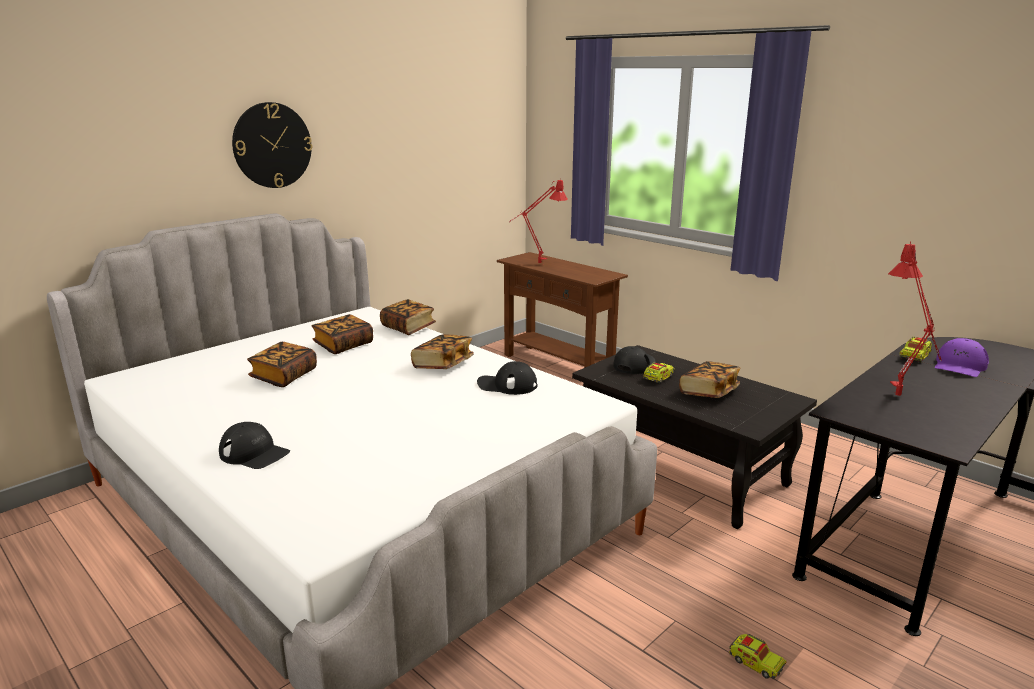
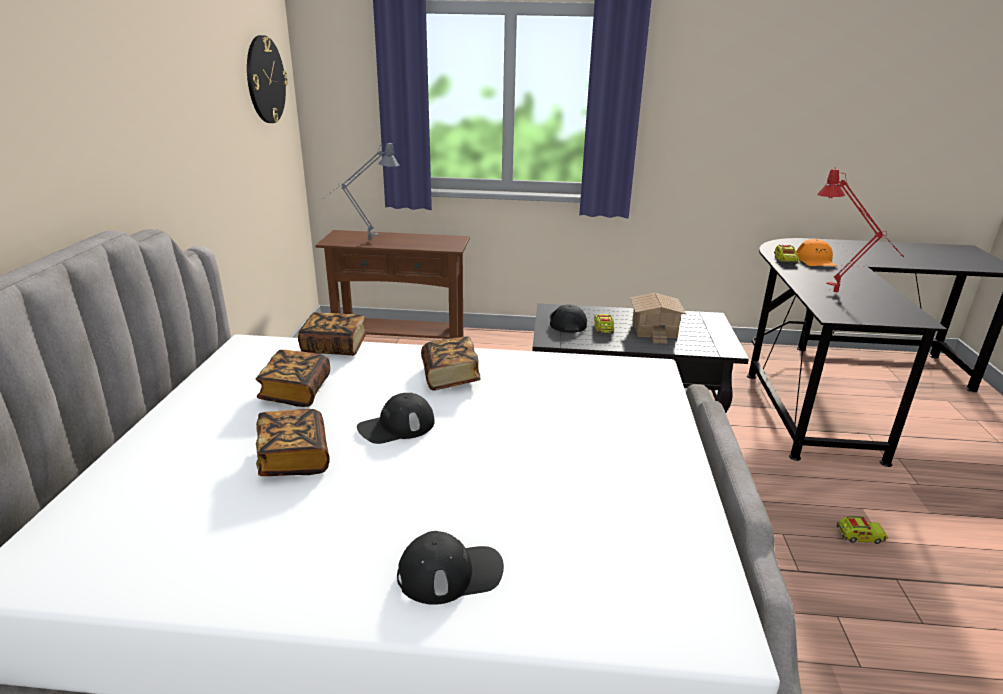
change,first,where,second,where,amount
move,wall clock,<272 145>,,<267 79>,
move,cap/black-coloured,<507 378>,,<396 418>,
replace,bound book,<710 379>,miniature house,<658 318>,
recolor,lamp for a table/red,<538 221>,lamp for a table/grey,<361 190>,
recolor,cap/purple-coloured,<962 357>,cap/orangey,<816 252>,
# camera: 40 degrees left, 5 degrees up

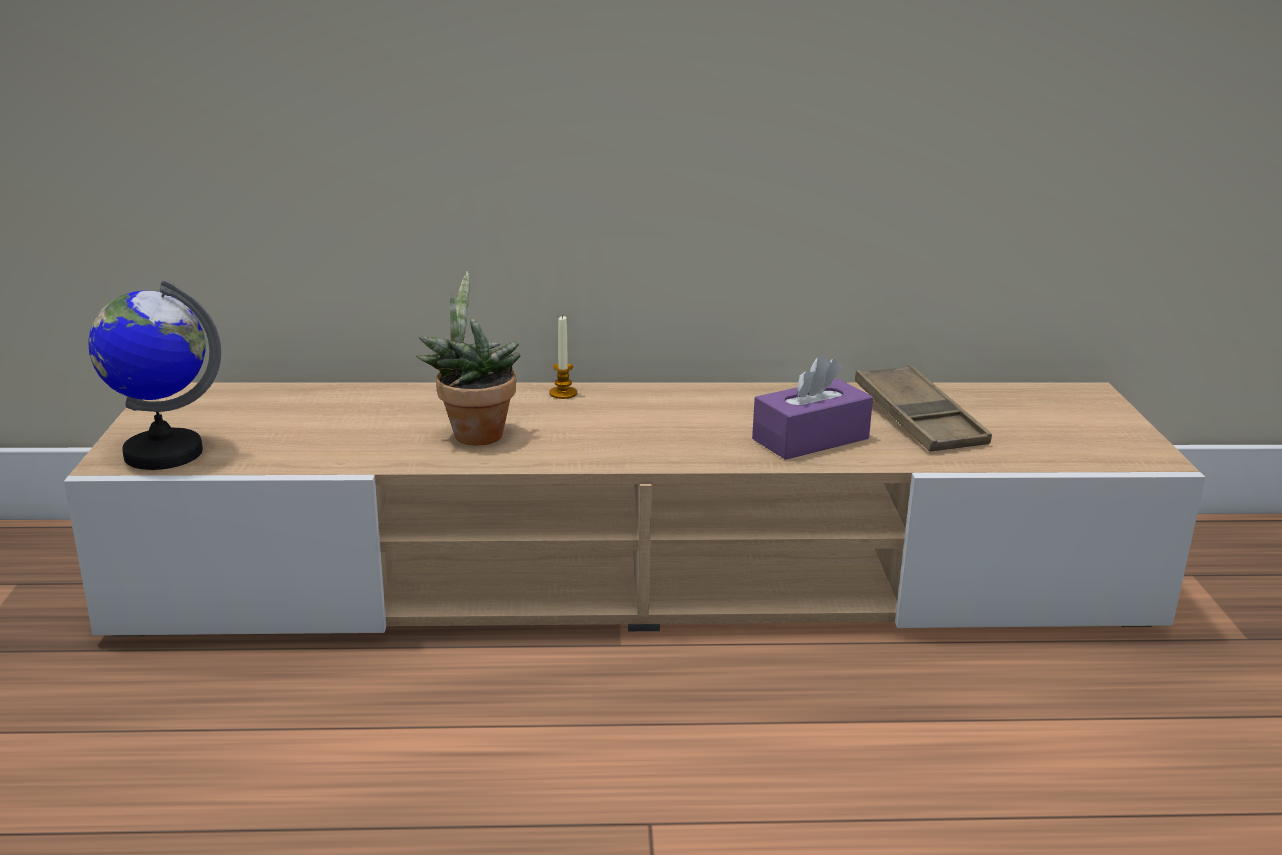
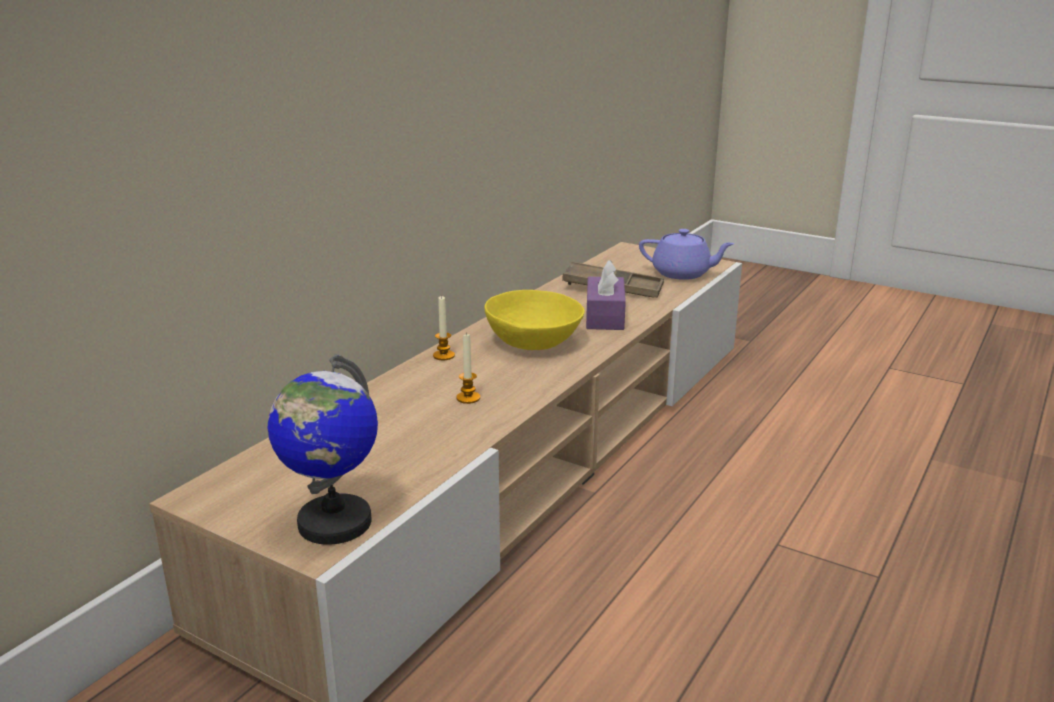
change,first,where,second,where,amount
insert,,,serving bowl/yellow,<534 320>,
insert,,,tea pot/purple-coloured,<687 254>,
replace,houseplant,<468 358>,wax candle,<468 368>,
# camera: 55 degrees left, 0 degrees up

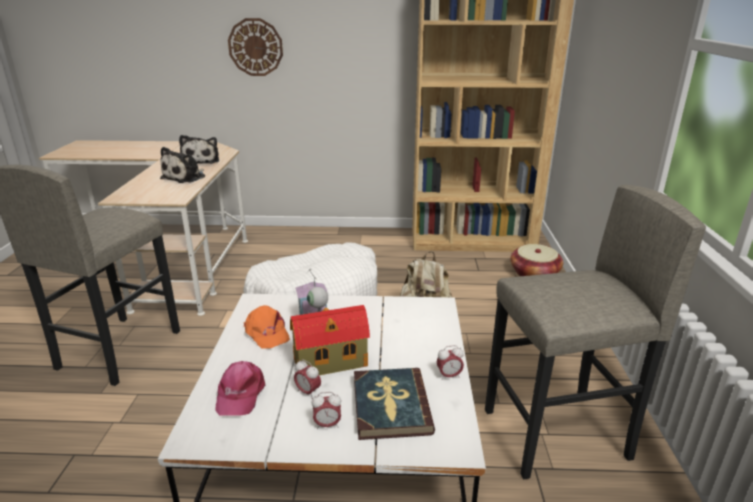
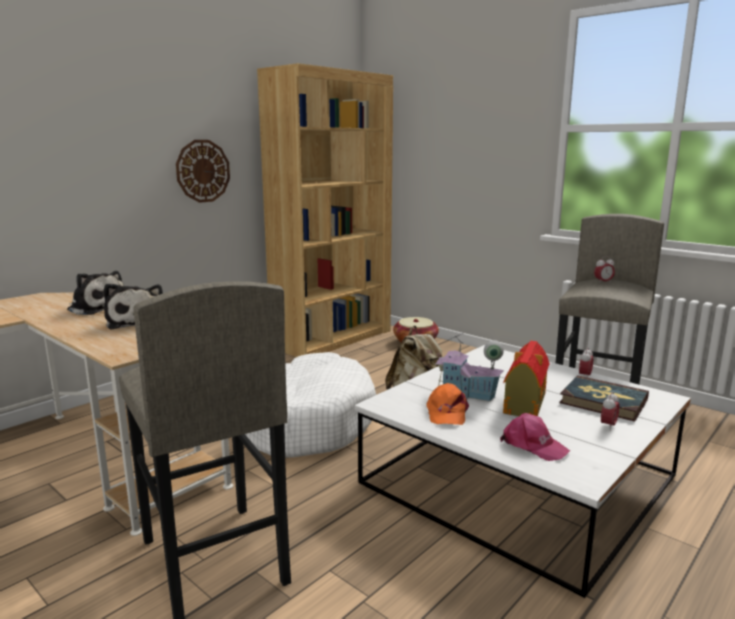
change,first,where,second,where,amount
move,wall clock,<255 47>,,<203 171>,
move,bedside clock,<307 379>,,<604 270>,
rotate,cap/orangey,<267 327>,,<447 404>,90 degrees clockwise
# camera: 50 degrees left, 10 degrees down

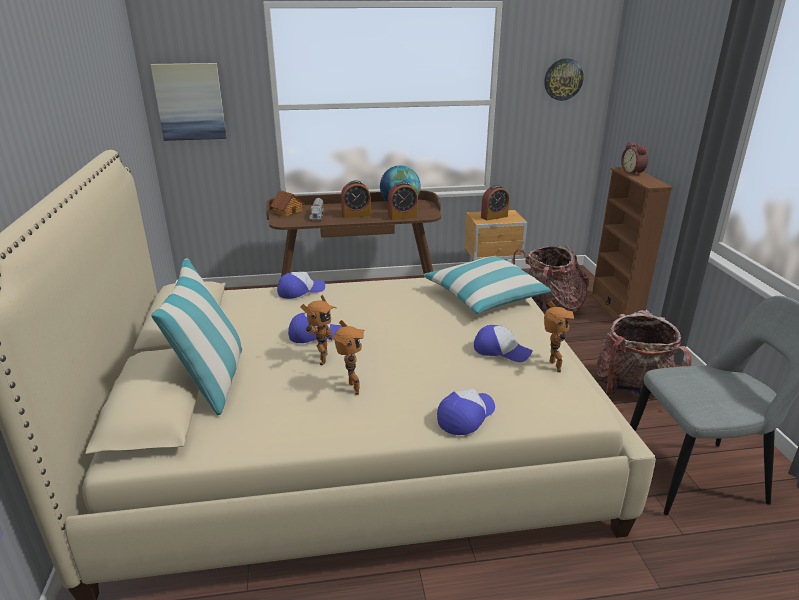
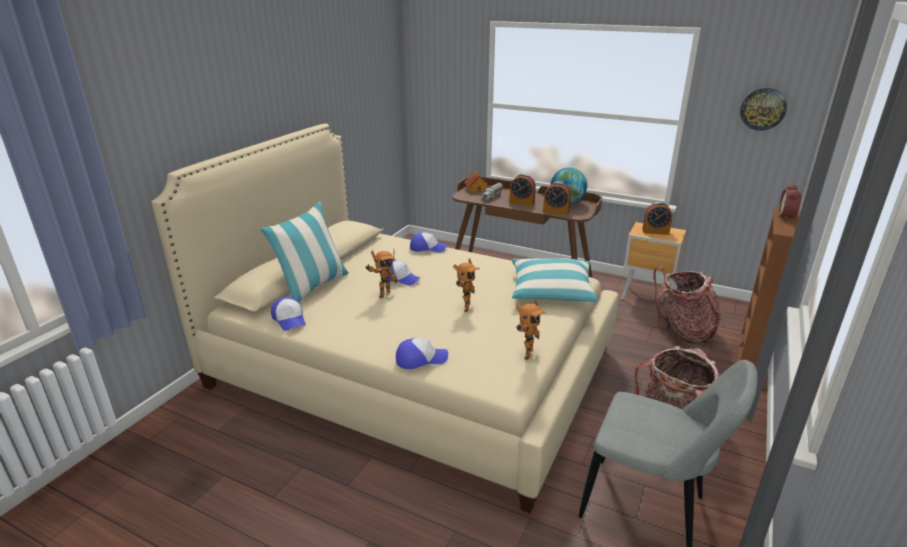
change,first,where,second,where,amount
delete,wall picture,<188 102>,,,
move,toy robot,<348 357>,,<466 285>,
move,cap,<503 343>,,<288 314>,
# camera: 35 degrees right, 0 degrees up

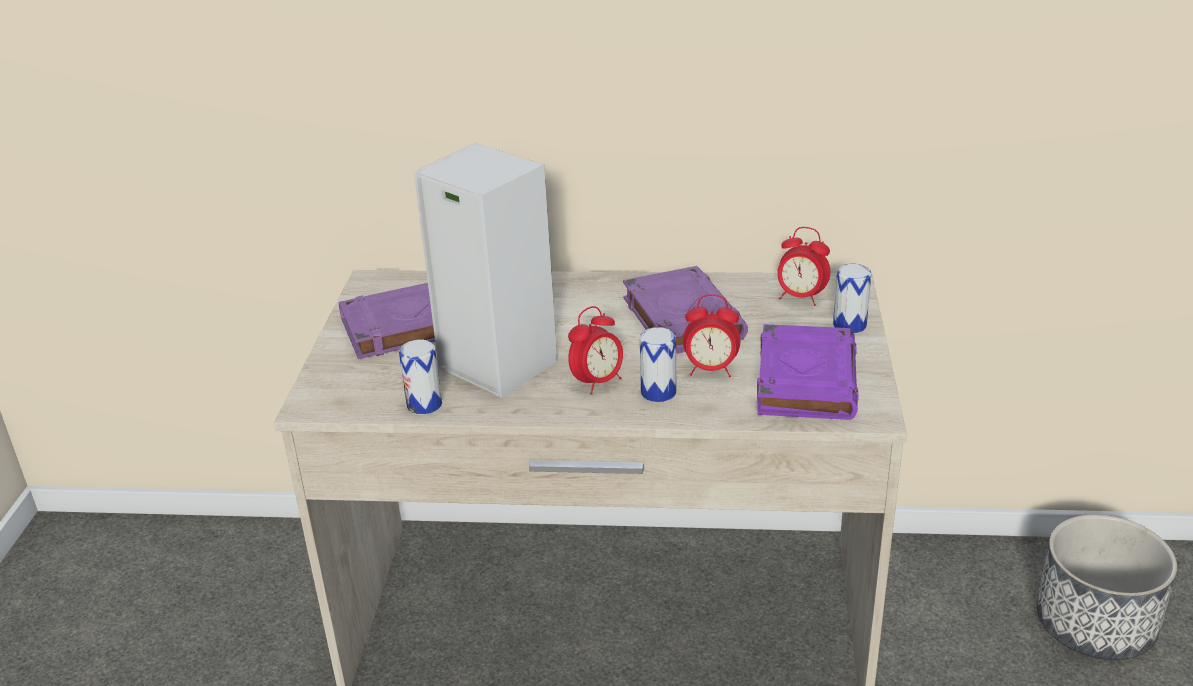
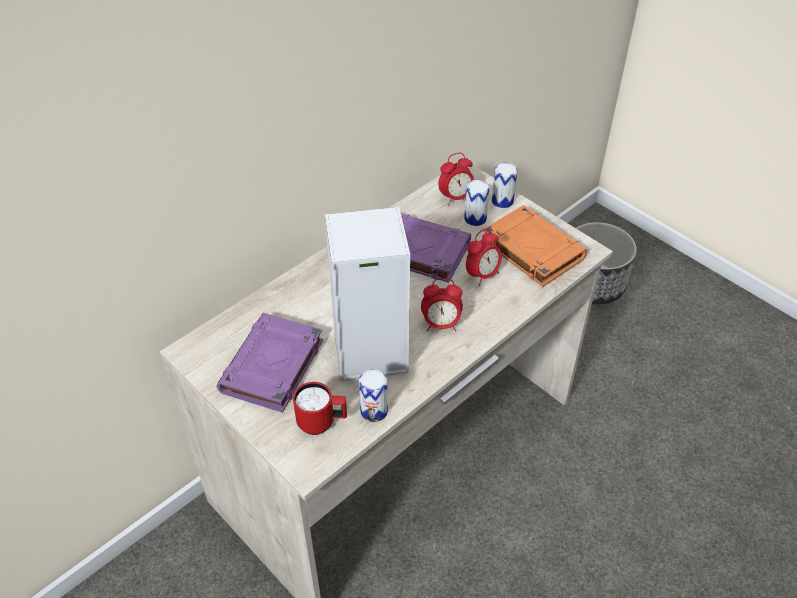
change,first,where,second,where,amount
insert,,,mug/red,<320 408>,
move,can,<658 364>,,<477 203>,
recolor,bound book/purple-coloured,<808 372>,bound book/orangey,<535 246>,
rotate,bedside clock,<595 350>,,<442 304>,90 degrees clockwise
# camera: 50 degrees left, 15 degrees up

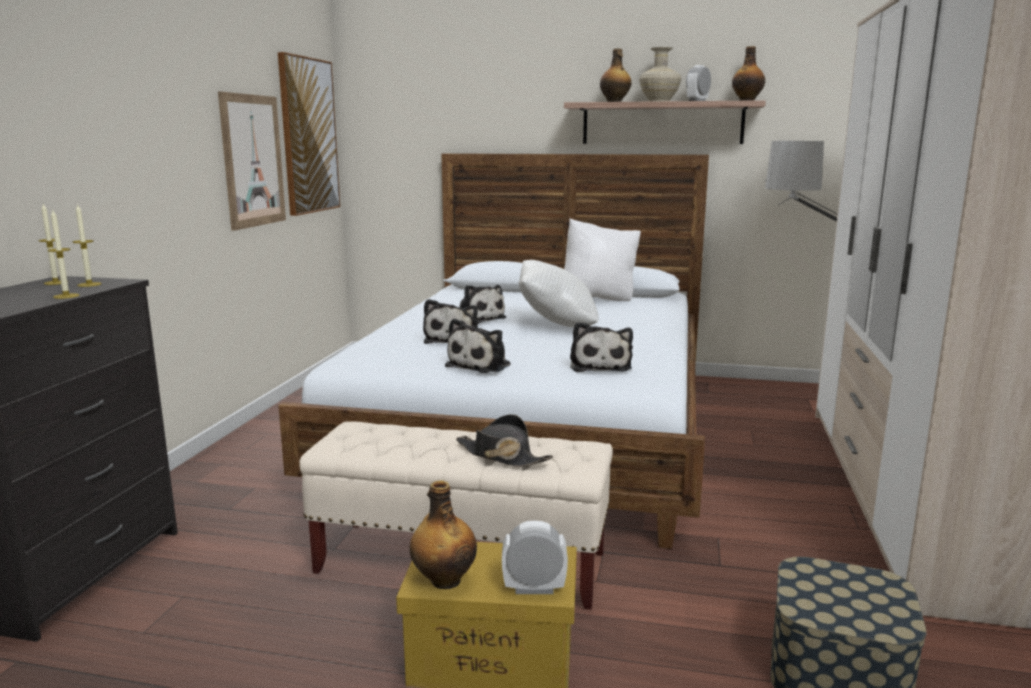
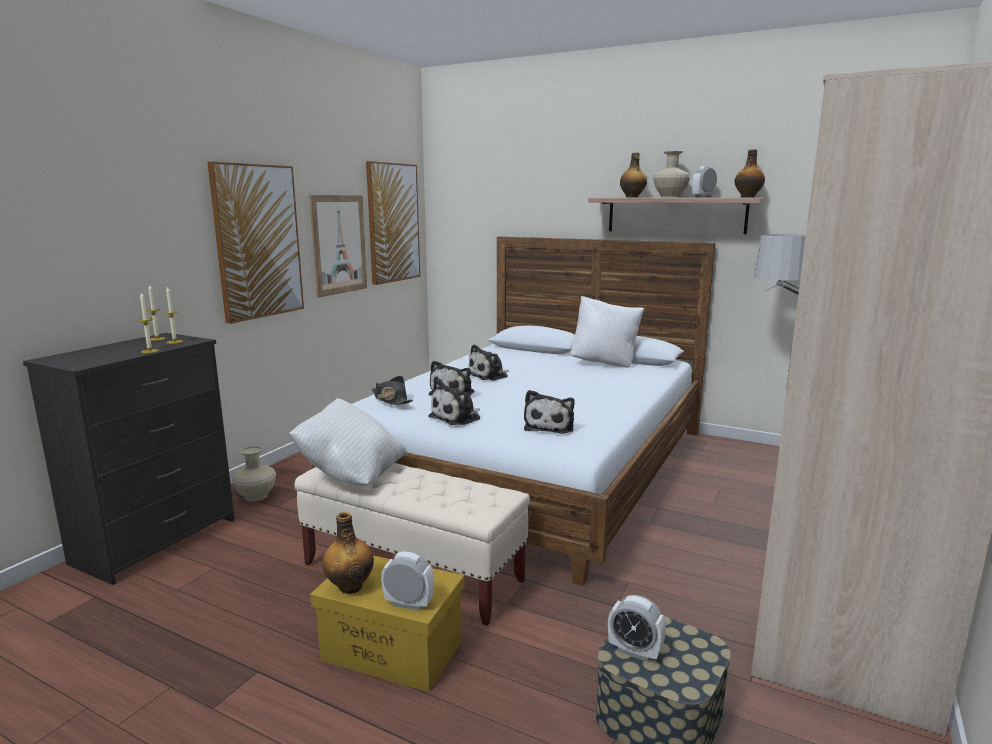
change,first,where,second,where,amount
insert,,,wall picture,<255 243>,
insert,,,flower vase/beige,<254 474>,
insert,,,bedside clock,<637 628>,
move,wearable hat/black-coloured,<504 440>,,<392 390>,
move,cushion/white-coloured,<559 293>,,<348 442>,
rotate,cuddly toy,<482 304>,,<489 362>,75 degrees clockwise
# camera: 15 degrees right, 0 degrees up

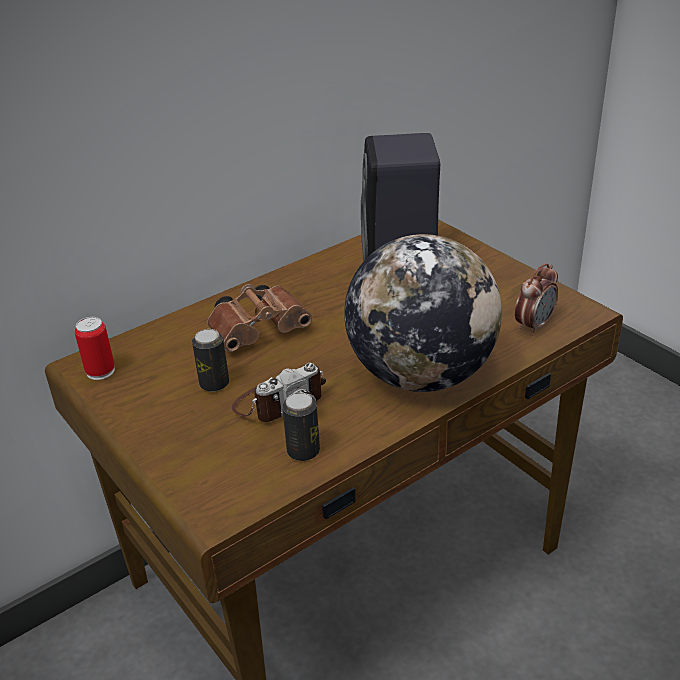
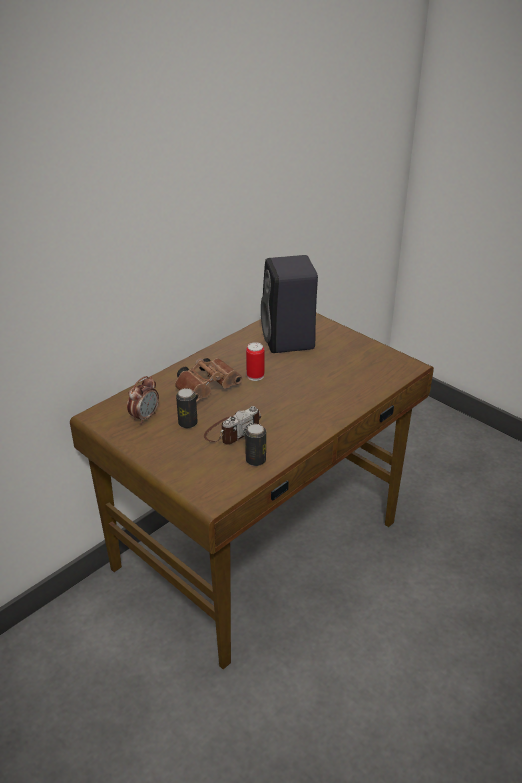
change,first,where,second,where,amount
delete,globe,<423 313>,,,
move,can,<95 348>,,<255 361>,
move,bedside clock,<536 299>,,<143 400>,
# camera: 10 degrees left, 0 degrees up

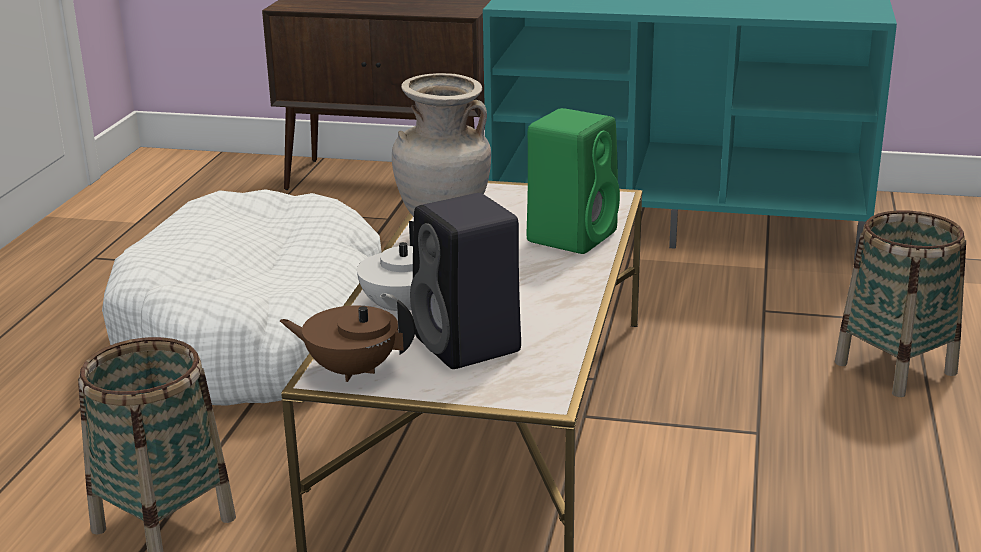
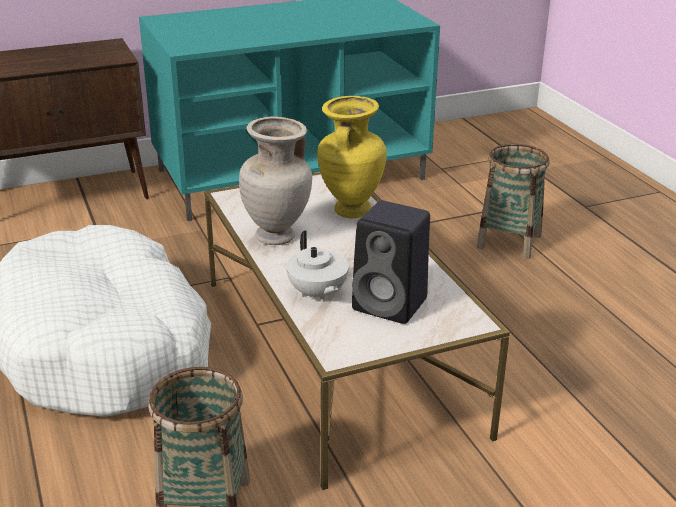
change,first,where,second,where,amount
delete,tea pot/brown,<347 340>,,,
replace,loudspeaker/green,<573 181>,flower vase/yellow,<352 157>,
# camera: 35 degrees left, 5 degrees up

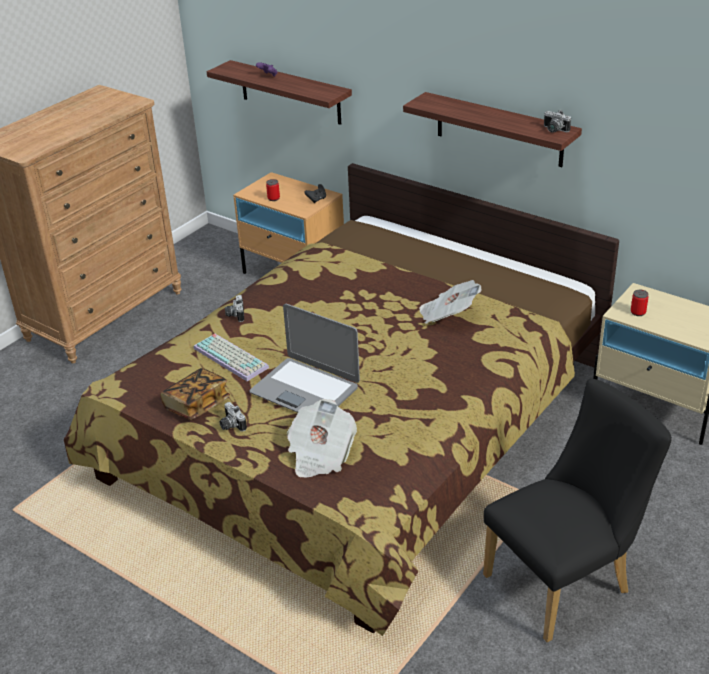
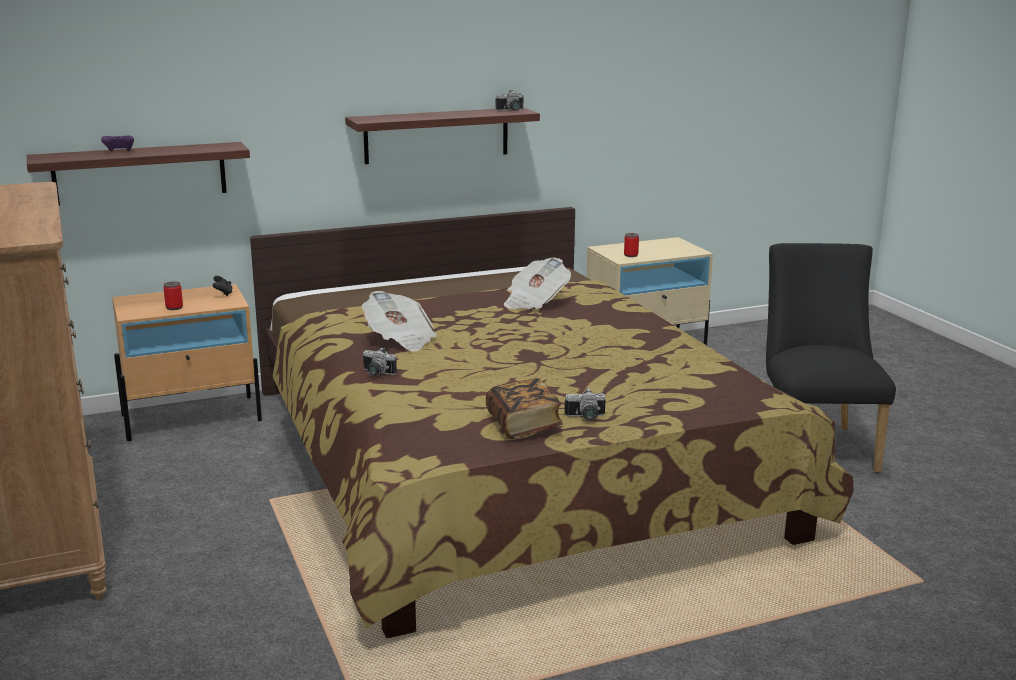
change,first,where,second,where,amount
delete,computer keyboard,<231 357>,,,
delete,notebook computer,<304 358>,,,
move,daily paper,<322 438>,,<399 321>,
# camera: 60 degrees left, 15 degrees down

